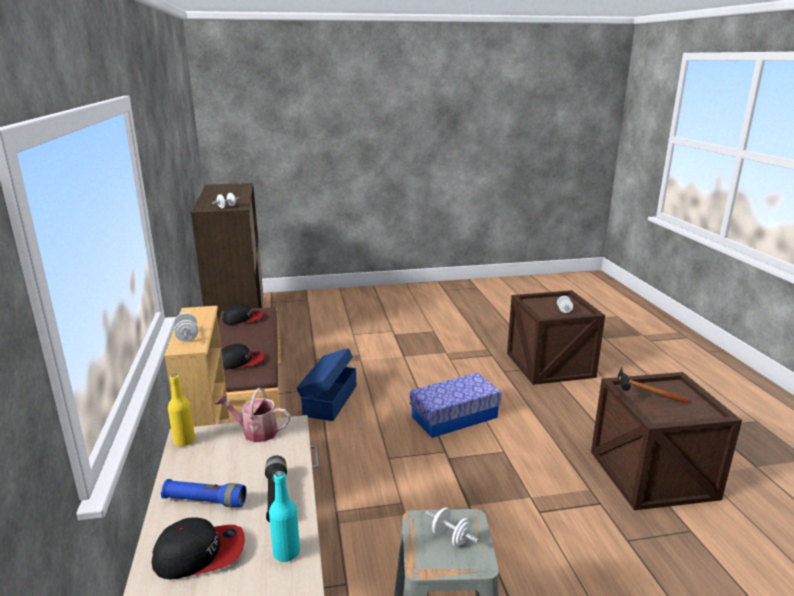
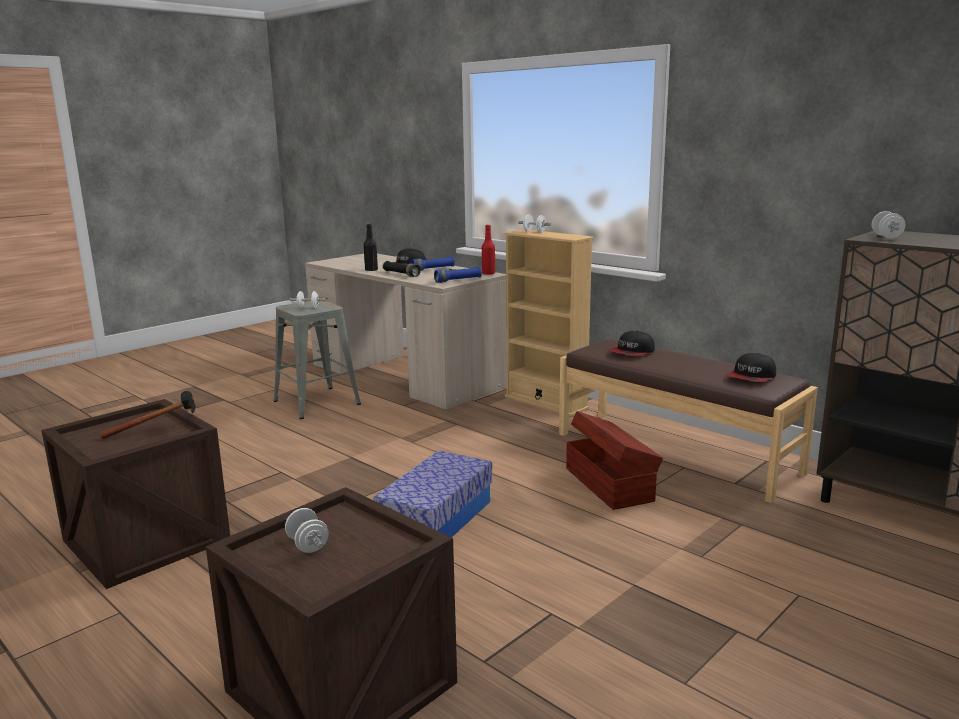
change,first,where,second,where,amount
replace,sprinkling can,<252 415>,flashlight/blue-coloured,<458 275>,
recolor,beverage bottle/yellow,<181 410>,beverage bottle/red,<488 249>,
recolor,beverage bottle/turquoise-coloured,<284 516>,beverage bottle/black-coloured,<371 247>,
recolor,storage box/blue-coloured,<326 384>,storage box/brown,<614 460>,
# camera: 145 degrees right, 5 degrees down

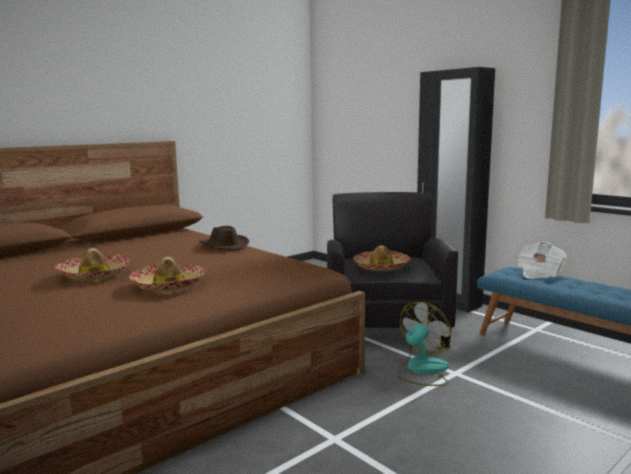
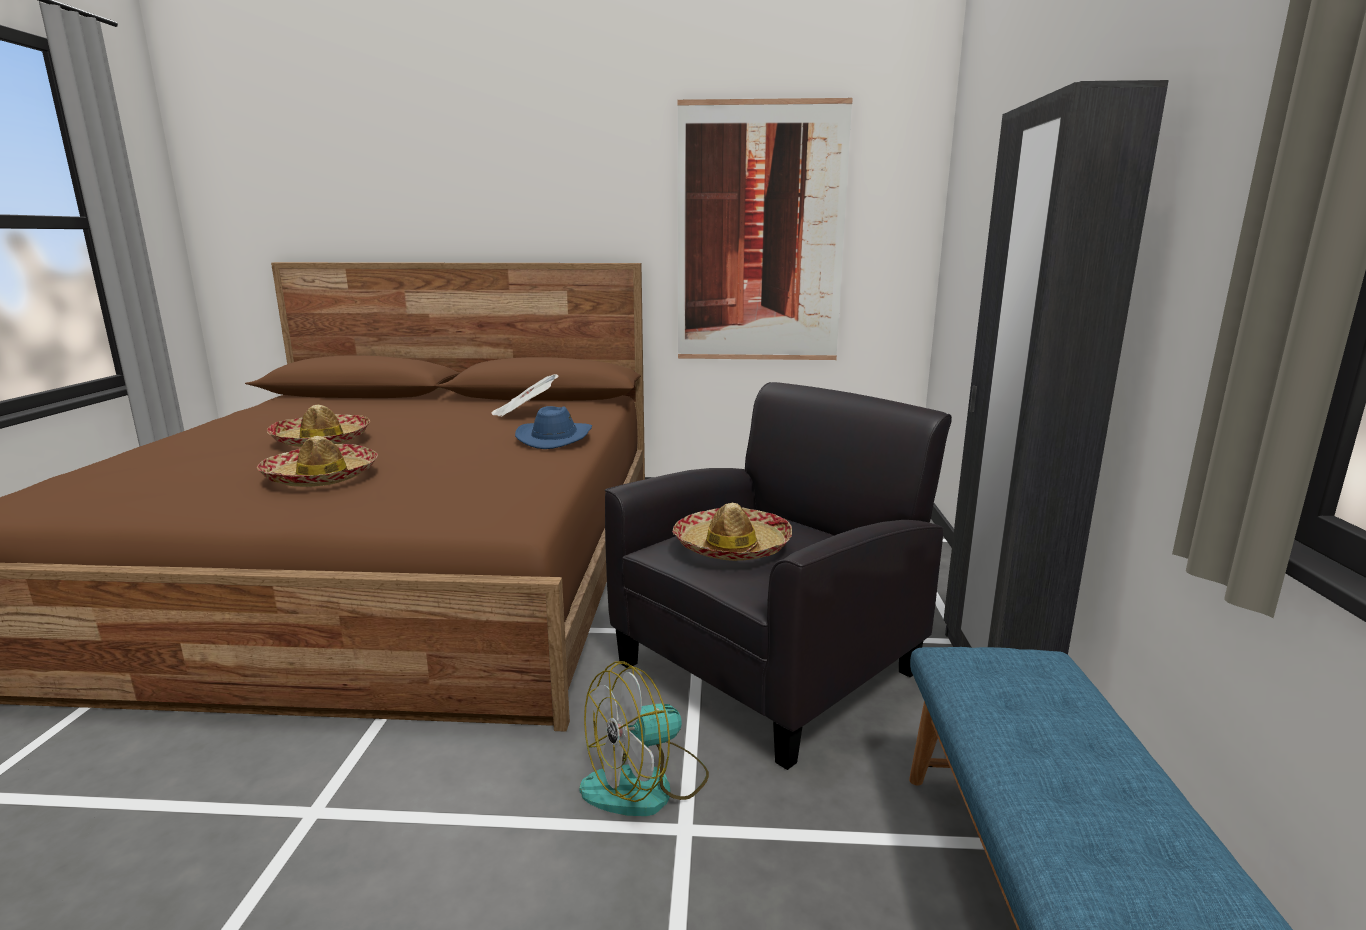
change,first,where,second,where,amount
insert,,,wall picture,<765 229>,
move,daily paper,<542 260>,,<525 395>,
recolor,wearable hat/brown,<224 238>,wearable hat/blue-coloured,<553 427>,
rotate,fan,<423 344>,,<644 738>,150 degrees clockwise
# camera: 45 degrees right, 5 degrees up

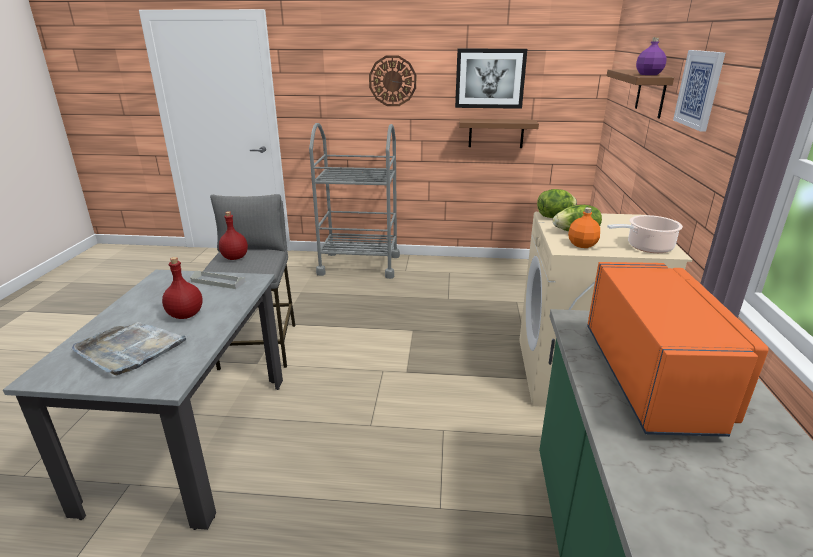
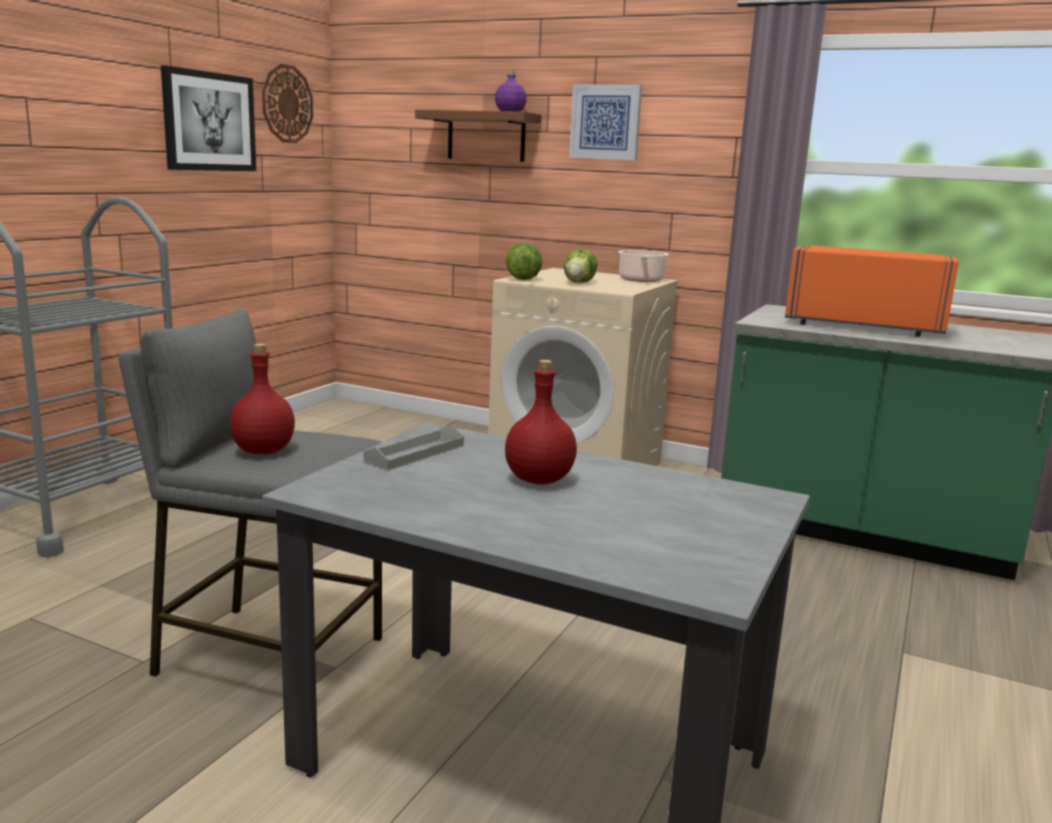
change,first,where,second,where,amount
delete,tray/grey,<130 348>,,,
delete,wall shelf/brown,<499 133>,,,
delete,beverage bottle/orangey,<584 227>,,,
move,wall clock,<392 80>,,<287 103>,
# camera: 70 degrees left, 10 degrees down

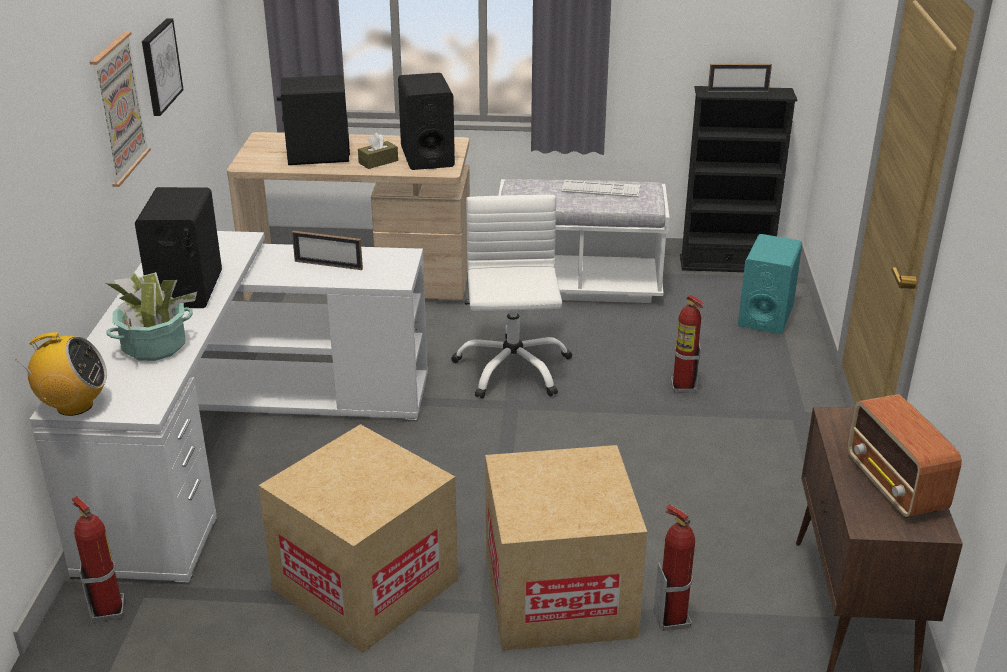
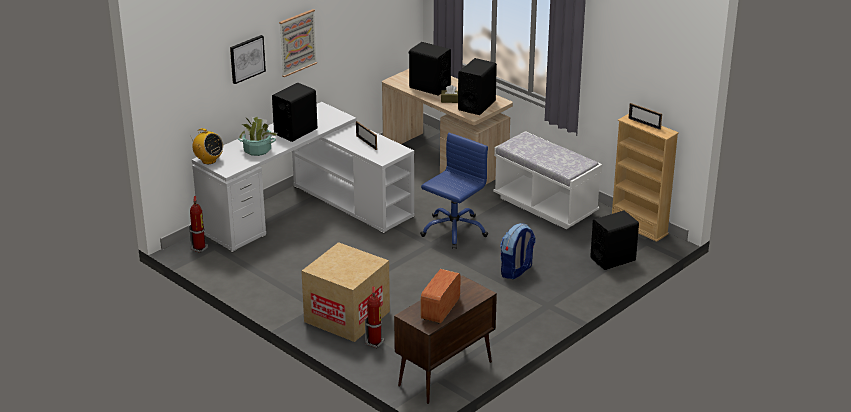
change,first,where,second,where,amount
delete,cardboard box,<358 538>,,,
delete,computer keyboard,<601 188>,,,
move,wall picture,<163 67>,,<248 59>,
replace,fire extinguisher,<687 344>,rucksack,<518 251>,
recolor,computer chair/white-coloured,<511 297>,computer chair/blue-coloured,<454 191>,
recolor,bookcase/black-coloured,<738 179>,bookcase/beige,<645 178>,
recolor,loudspeaker/turquoise-coloured,<770 284>,loudspeaker/black-coloured,<614 240>,
# camera: 40 degrees right, 0 degrees up

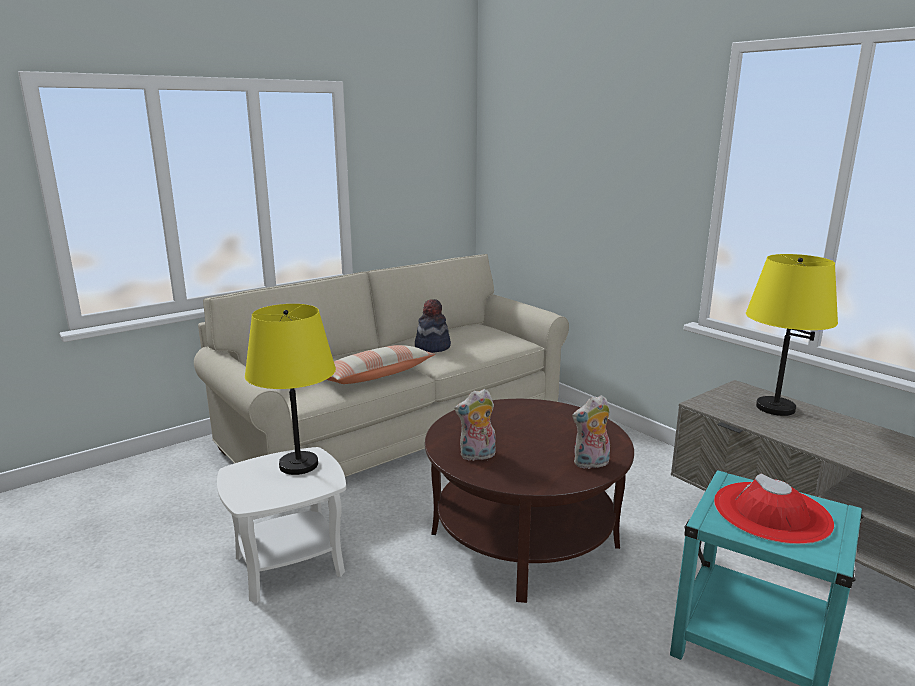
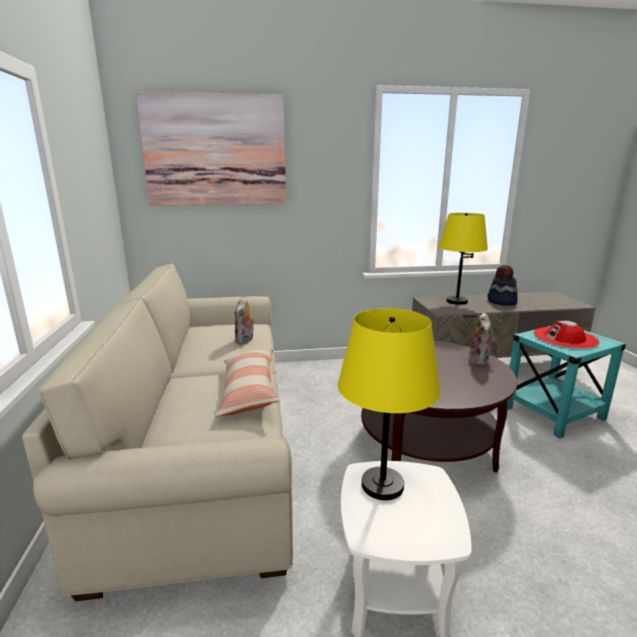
change,first,where,second,where,amount
insert,,,wall picture,<211 148>,
move,wearable hat,<433 326>,,<503 285>,
move,cuddly toy,<475 425>,,<244 321>,
# camera: 60 degrees left, 0 degrees up

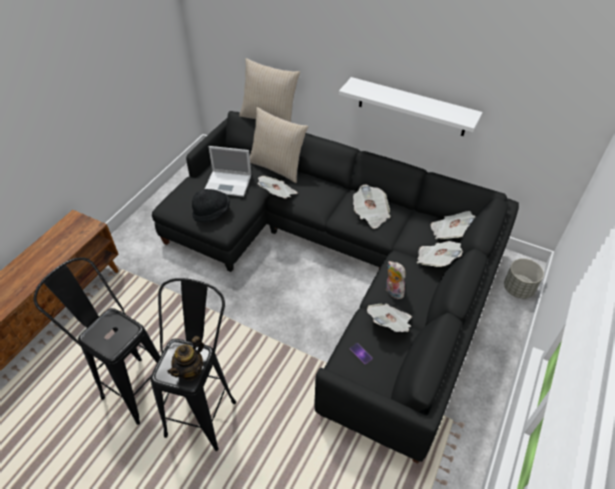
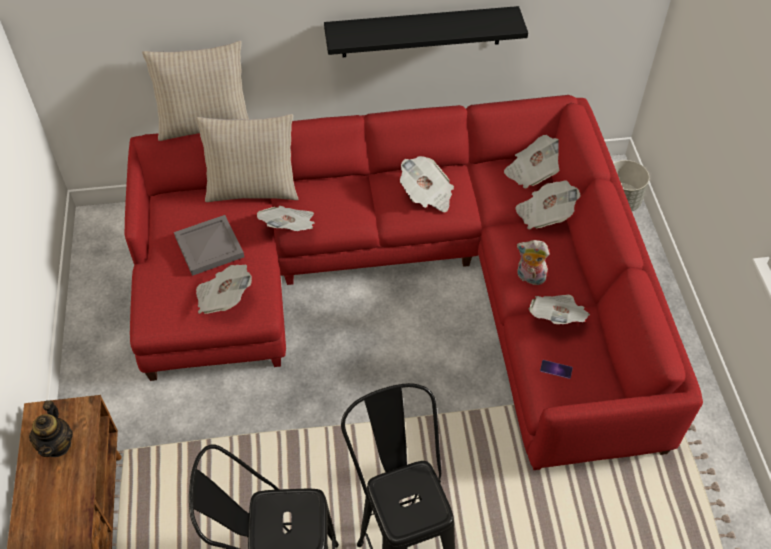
change,first,where,second,where,amount
move,tea pot,<185 358>,,<51 428>,
replace,wearable hat/black-coloured,<211 205>,daily paper,<224 289>,
replace,notebook computer,<228 171>,tray/grey,<209 245>,
recolor,couch/black-coloured,<335 287>,couch/red,<414 282>,
recolor,wall shelf/white-coloured,<411 106>,wall shelf/black-coloured,<426 31>,
# camera: 35 degrees left, 5 degrees up

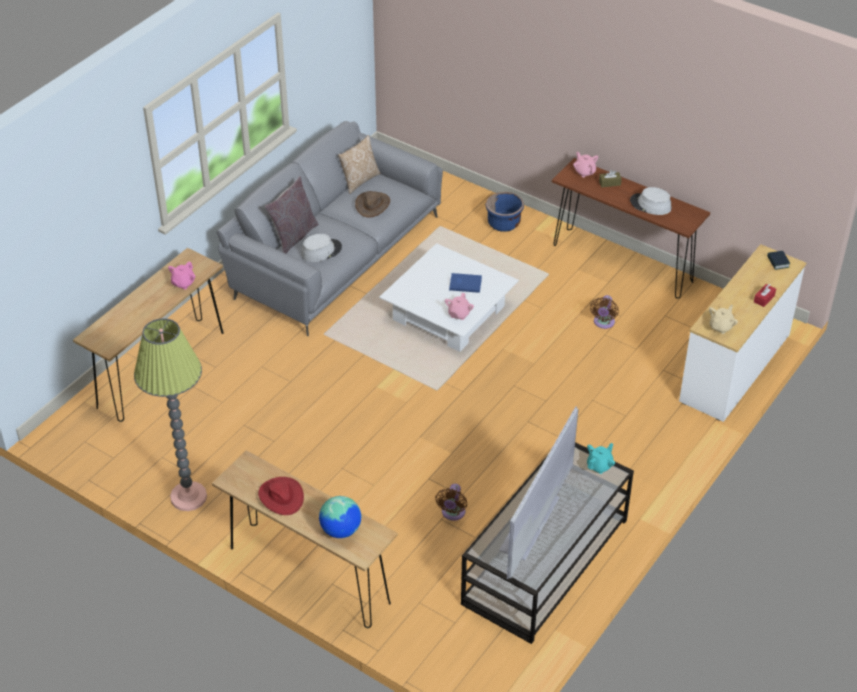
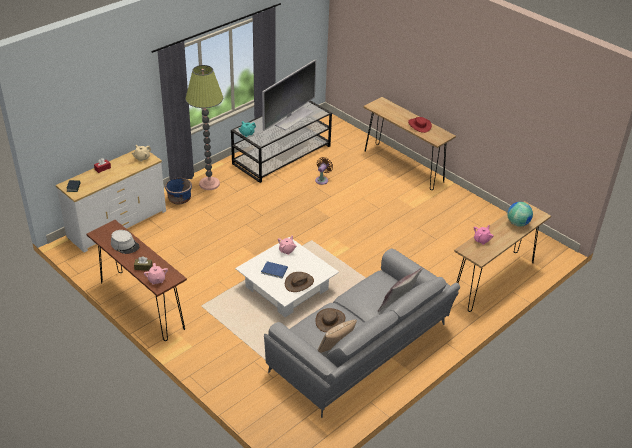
change,first,where,second,where,amount
delete,wearable hat/grey,<321 248>,,,
delete,fan/brown,<604 312>,,,
insert,,,wearable hat/brown,<299 282>,
move,floor lamp,<170 414>,,<204 127>,
move,globe,<340 517>,,<520 214>,
move,planter/blue-coloured,<504 212>,,<178 191>,
# camera: 170 degrees left, 5 degrees down

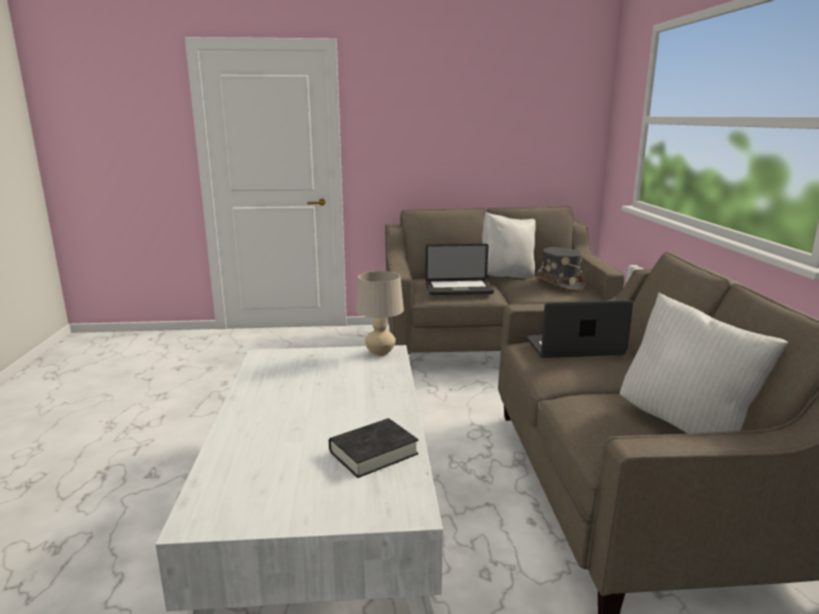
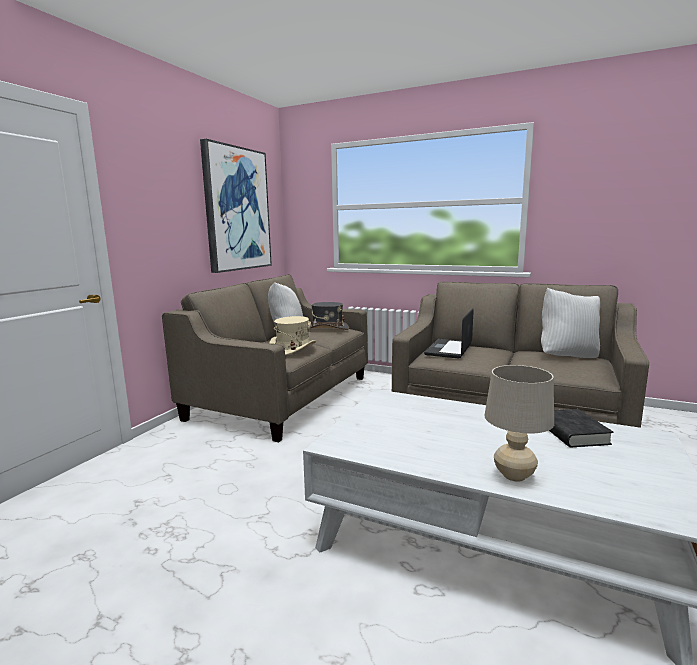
change,first,where,second,where,amount
insert,,,wall picture,<236 206>,
move,lamp for a table/beige,<380 313>,,<519 423>,
replace,notebook computer,<459 269>,wearable hat/beige,<293 335>,
# camera: 60 degrees left, 5 degrees down

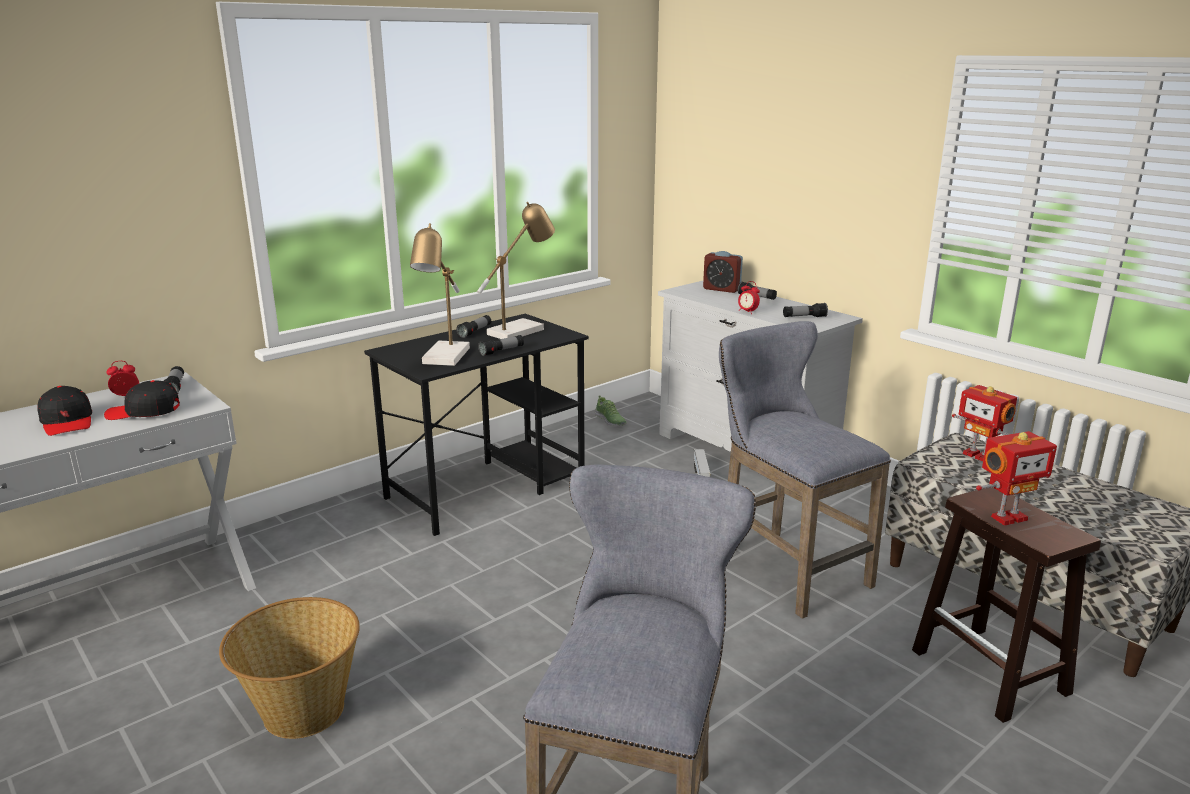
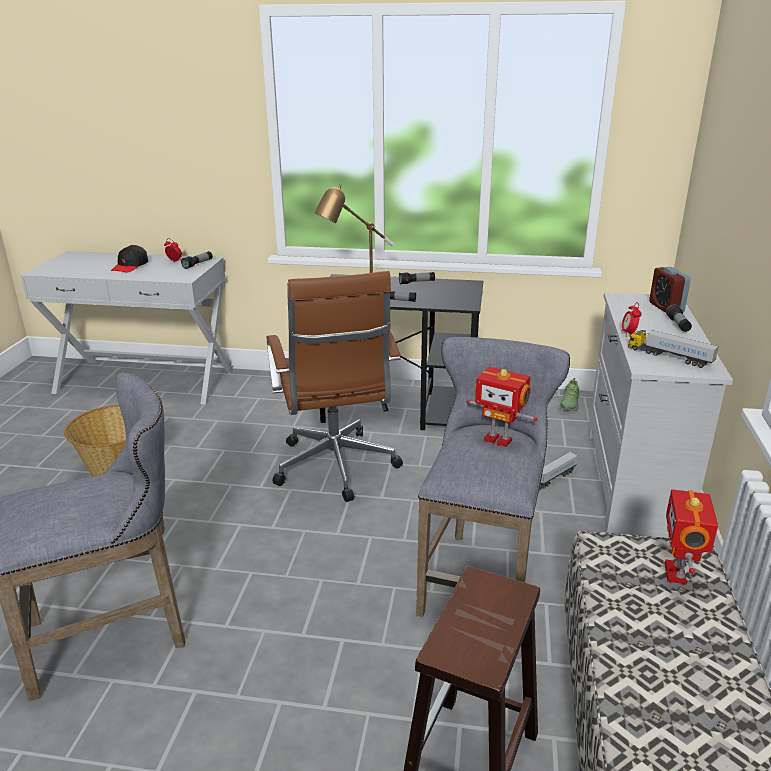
change,first,where,second,where,amount
delete,cap/black-coloured,<142 400>,,,
delete,lamp for a table,<516 270>,,,
insert,,,computer chair/brown,<335 386>,
move,toy robot,<1016 478>,,<502 407>,
replace,flashlight,<805 310>,toy lorry,<673 349>,
# camera: 50 degrees right, 5 degrees up

